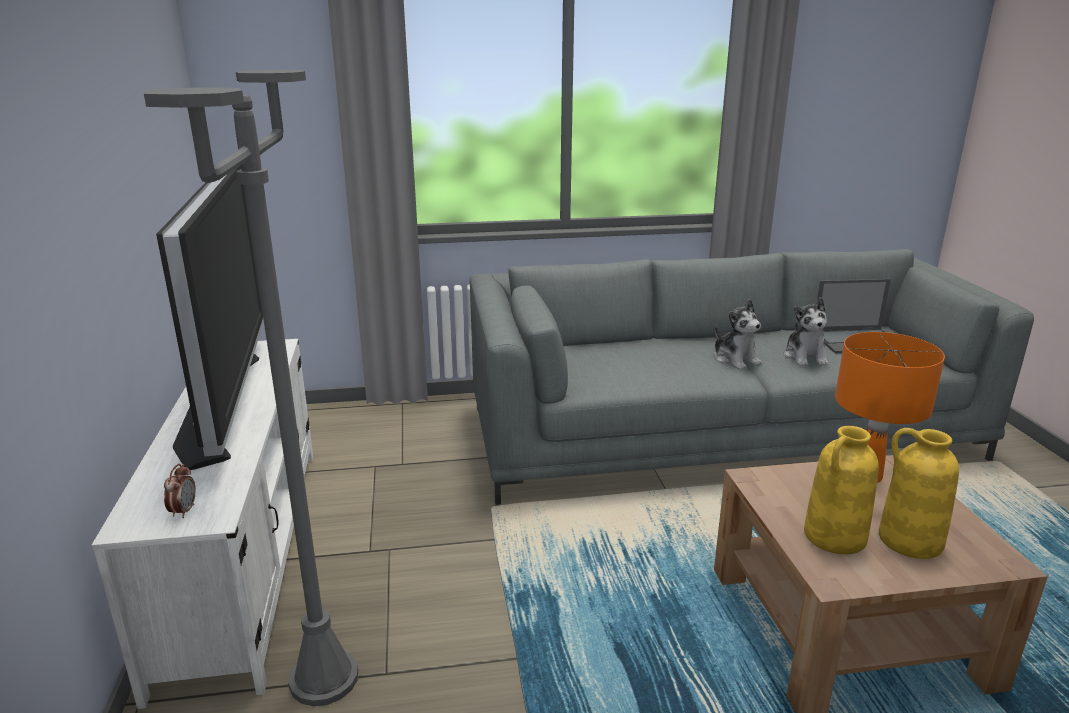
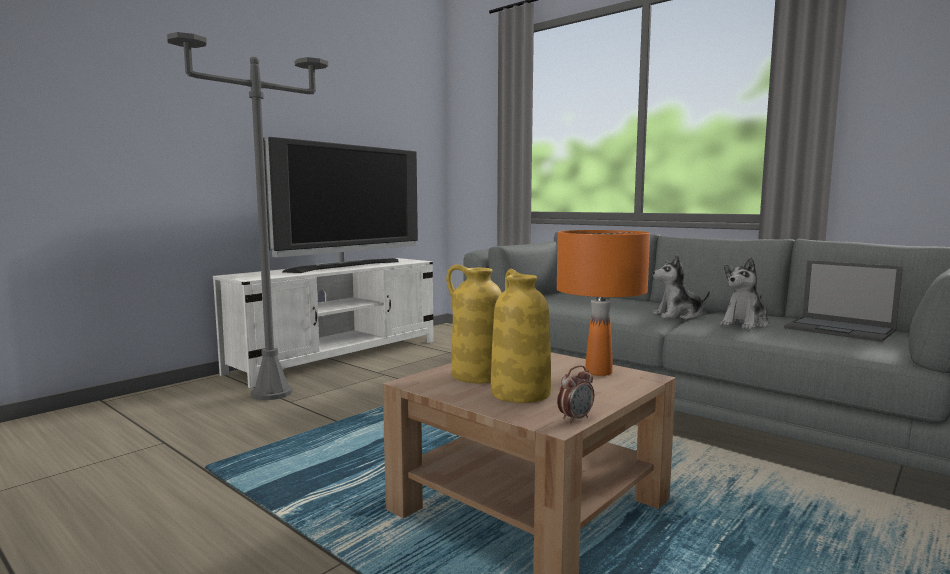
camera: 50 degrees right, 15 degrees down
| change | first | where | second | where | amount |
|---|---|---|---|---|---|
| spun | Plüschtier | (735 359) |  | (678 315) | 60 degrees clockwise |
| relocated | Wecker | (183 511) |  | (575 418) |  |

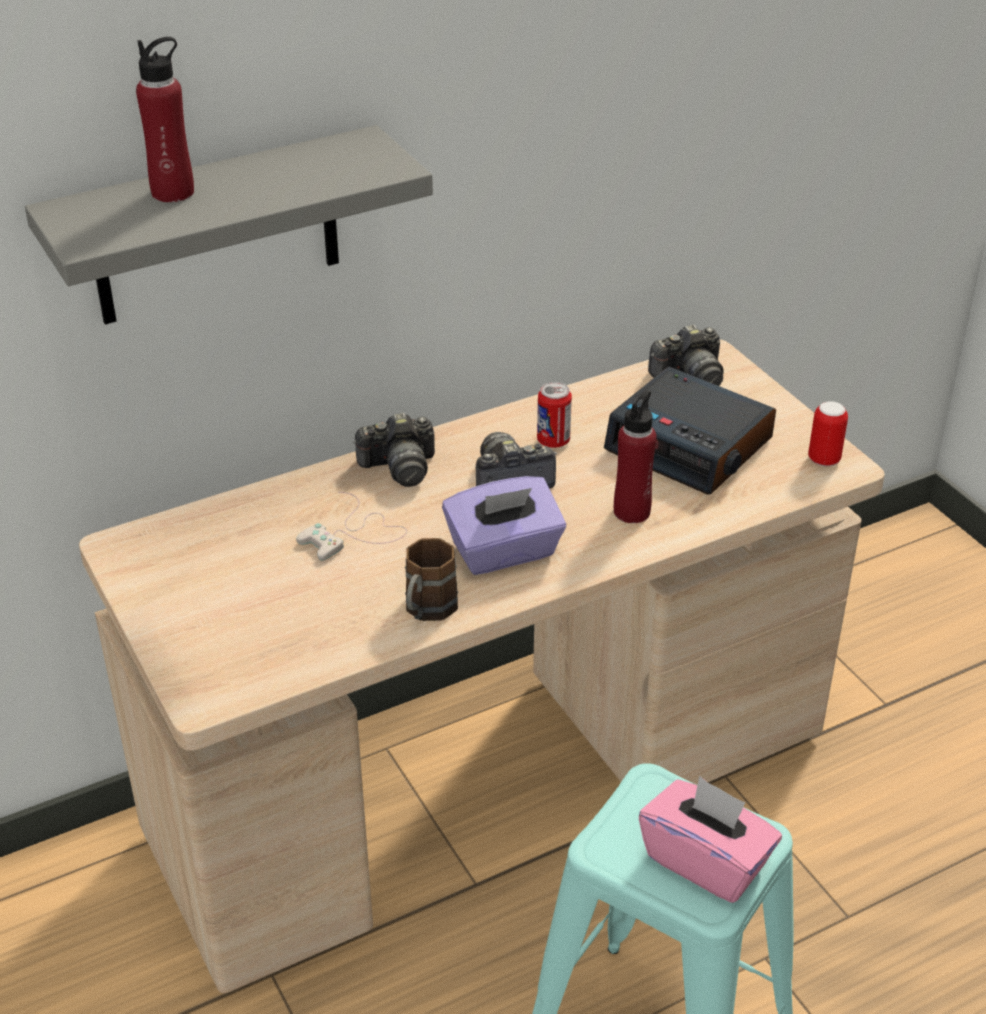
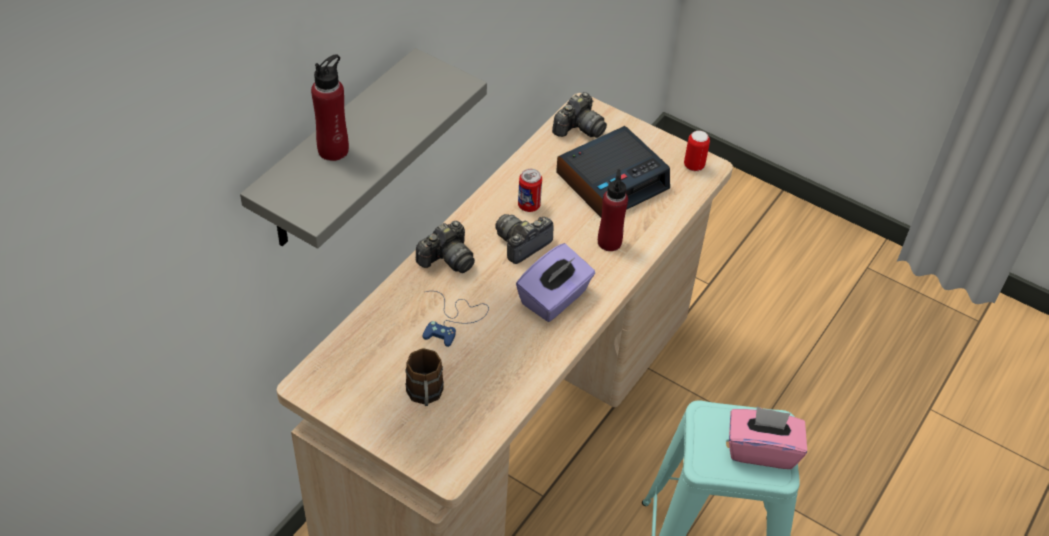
camera: 30 degrees left, 10 degrees up
| change | first | where | second | where | amount |
|---|---|---|---|---|---|
| spun | Wecker | (691 445) |  | (612 180) | 45 degrees counterclockwise |
| colour | Gamepad (weiß) | (354 534) | Gamepad (blau) | (454 319) |  |
| relocated | Henkelbecher (braun) | (426 612) |  | (425 397) |  |

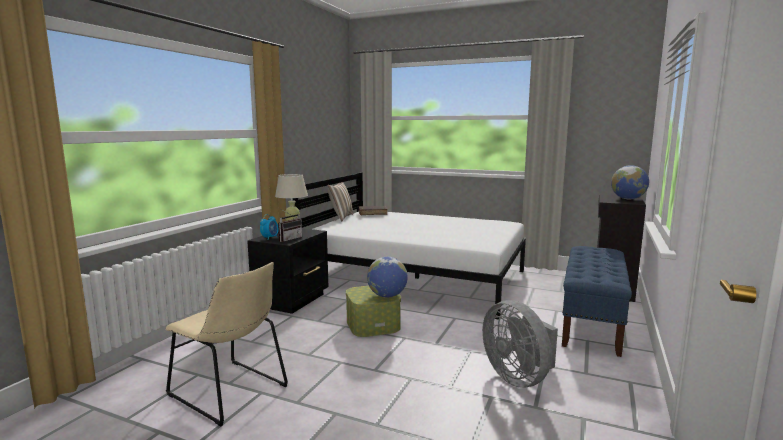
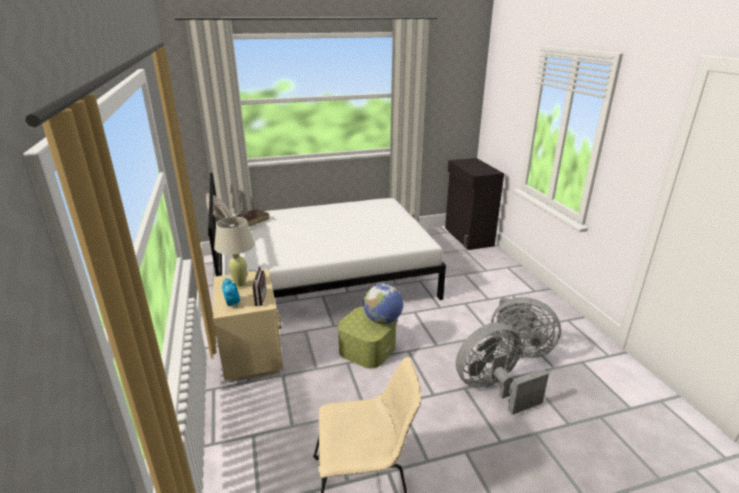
camera: 40 degrees left, 15 degrees up
| change | first | where | second | where | amount |
|---|---|---|---|---|---|
| missing | Globus | (628 199) |  |  |  |
| colour | Nachttisch (schwarz) | (293 300) | Nachttisch (beige) | (253 355) |  |
| missing | Bank (blau) | (591 323) |  |  |  |
| appeared |  |  | Ventilator (grau) | (493 389) |  |

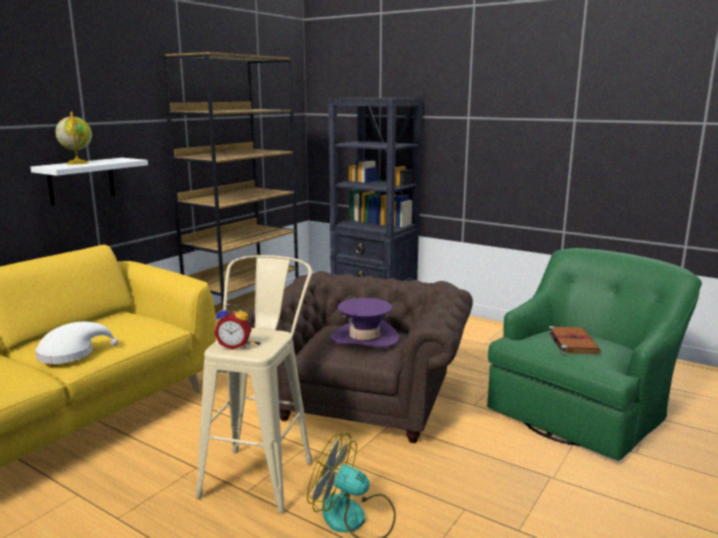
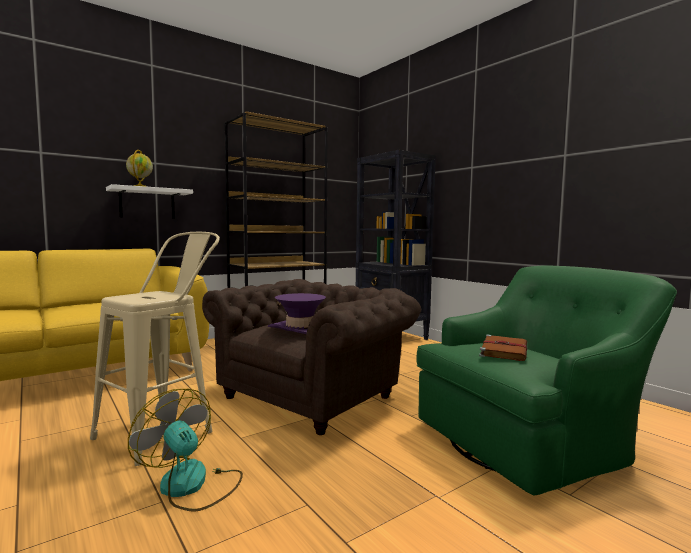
camera: 20 degrees right, 10 degrees down
| change | first | where | second | where | amount |
|---|---|---|---|---|---|
| missing | Wecker | (234 345) |  |  |  |
| missing | Hut (weiß) | (71 353) |  |  |  |

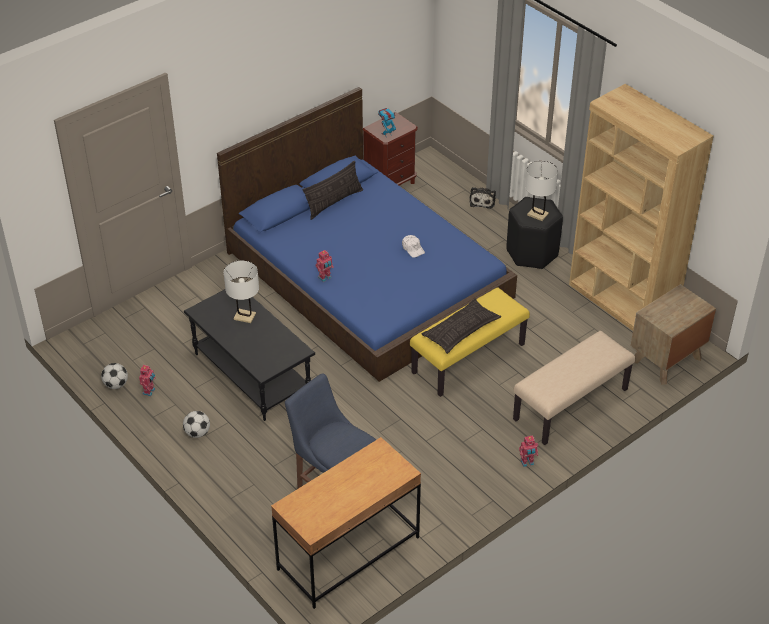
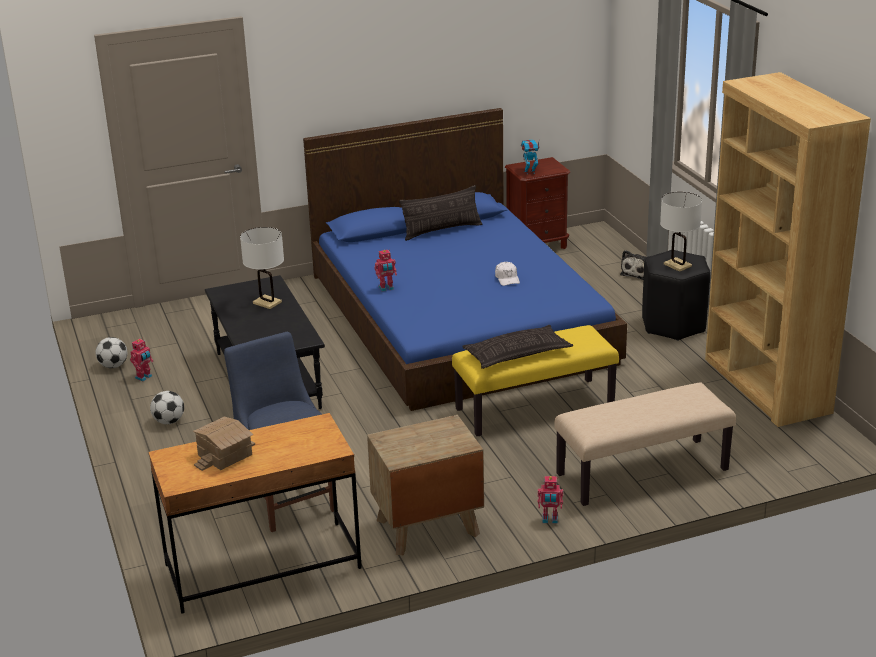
camera: 20 degrees right, 15 degrees down
| change | first | where | second | where | amount |
|---|---|---|---|---|---|
| relocated | Nachttisch (braun) | (666 360) |  | (427 527) |  |
| appeared |  |  | Spielzeughaus | (224 454) |  |

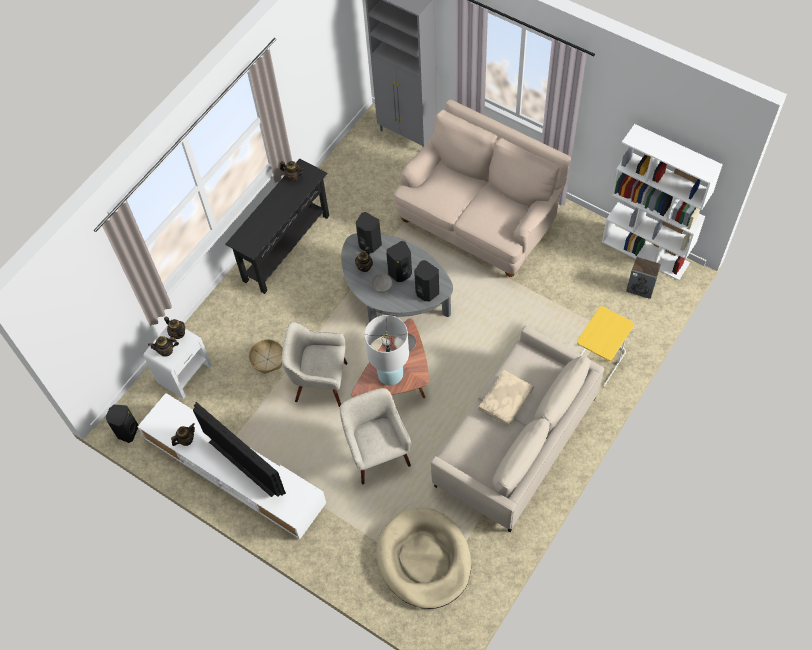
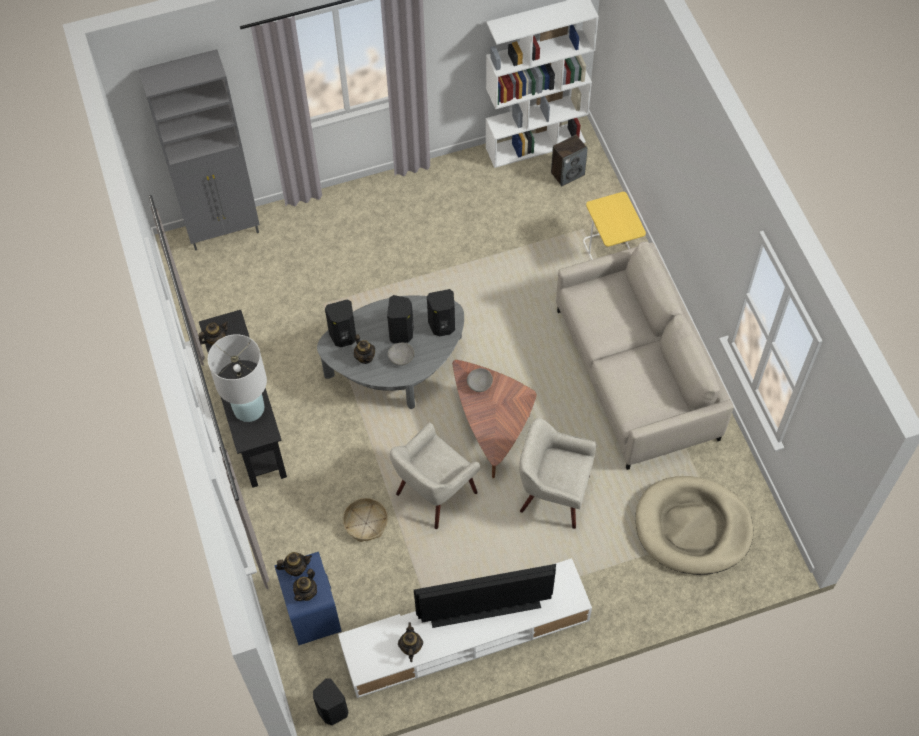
camera: 55 degrees left, 0 degrees up
| change | first | where | second | where | amount |
|---|---|---|---|---|---|
| missing | Sofa (beige) | (479 220) |  |  |  |
| relocated | Tischlampe (weiß) | (390 374) |  | (249 409) |  |
| colour | Nachttisch (weiß) | (184 373) | Nachttisch (blau) | (311 611) |  |
| missing | Kissen (beige) | (506 401) |  |  |  |

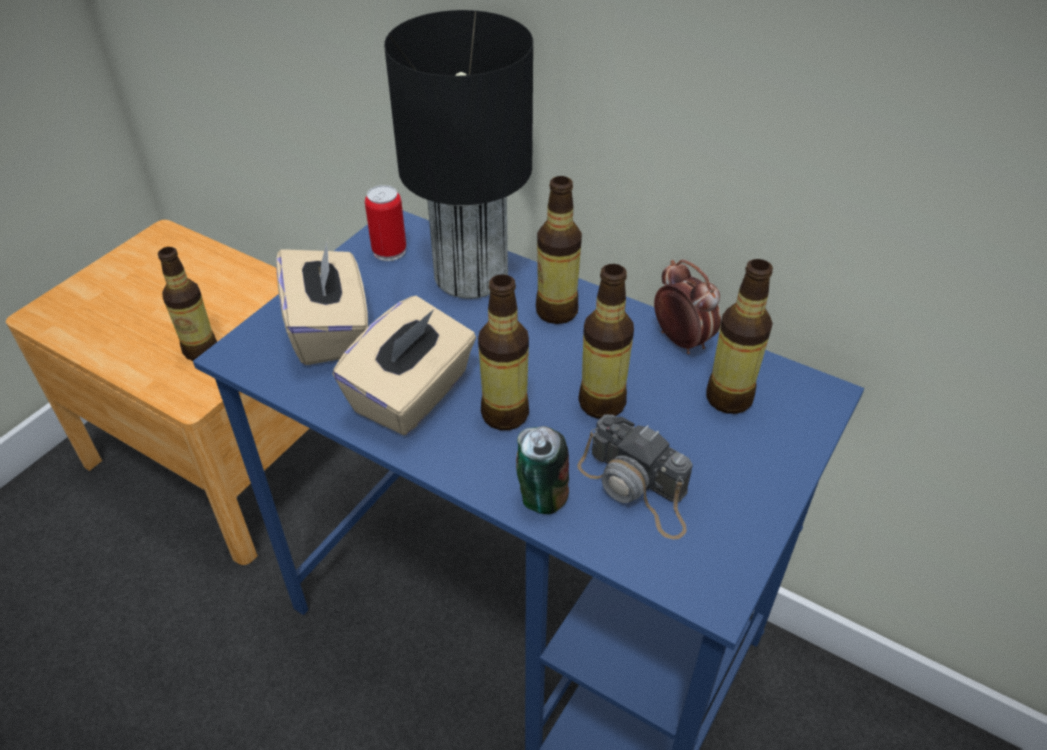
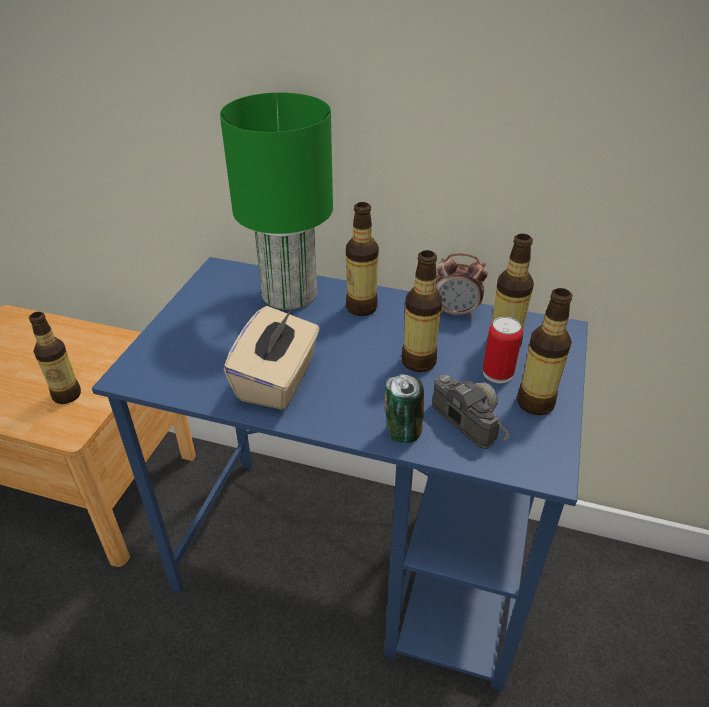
camera: 15 degrees left, 5 degrees down
| change | first | where | second | where | amount |
|---|---|---|---|---|---|
| colour | Tischlampe (schwarz) | (470 275) | Tischlampe (grün) | (288 293) |  |
| relocated | Dose | (389 251) |  | (497 373) |  |
| missing | Taschentuchbox (beige) | (330 330) |  |  |  |
| spun | Wecker | (681 340) |  | (456 312) | 150 degrees clockwise |
| relocated | Flasche | (504 414) |  | (535 403) |  |
| spun | Kamera | (637 488) |  | (467 412) | 150 degrees counterclockwise |

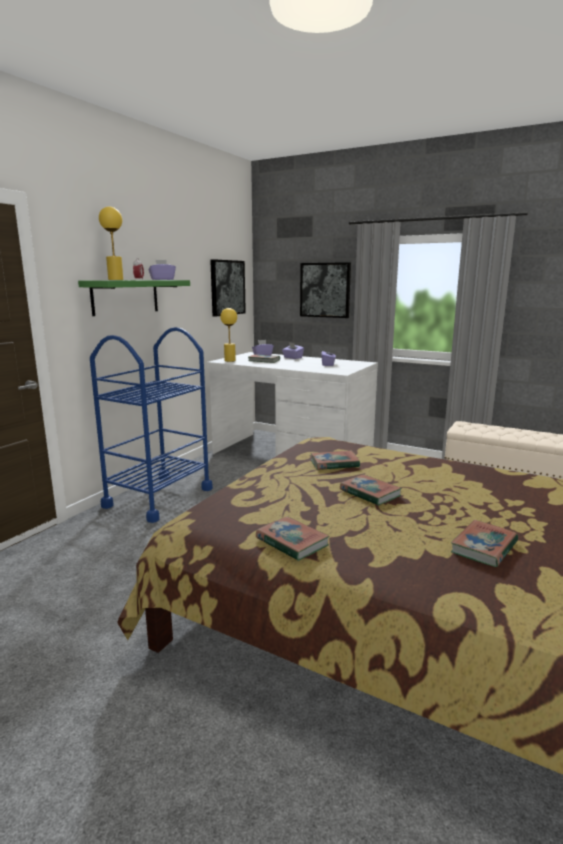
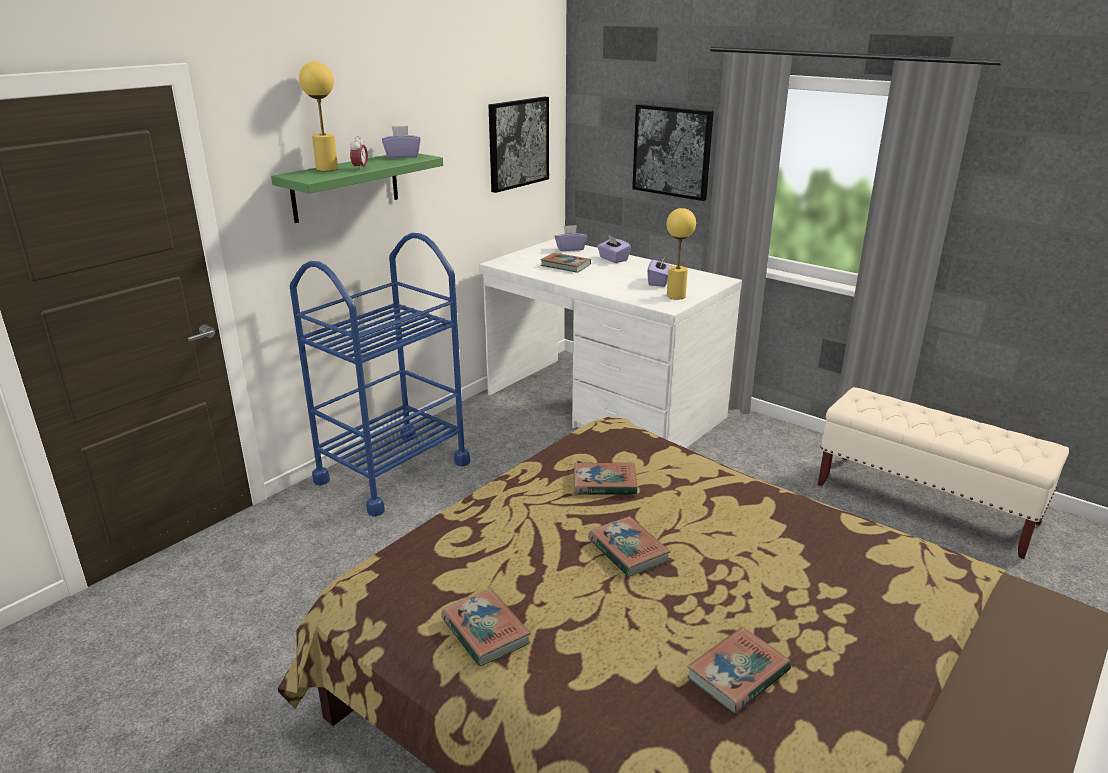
camera: 10 degrees right, 10 degrees up
| change | first | where | second | where | amount |
|---|---|---|---|---|---|
| relocated | Tischlampe (gelb) | (229 360) |  | (675 296) |  |

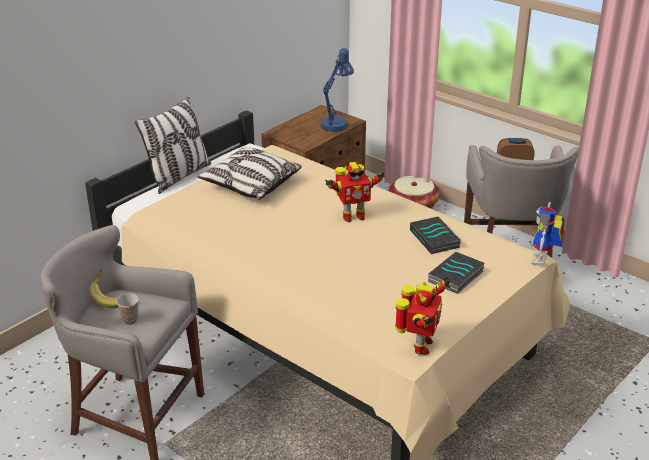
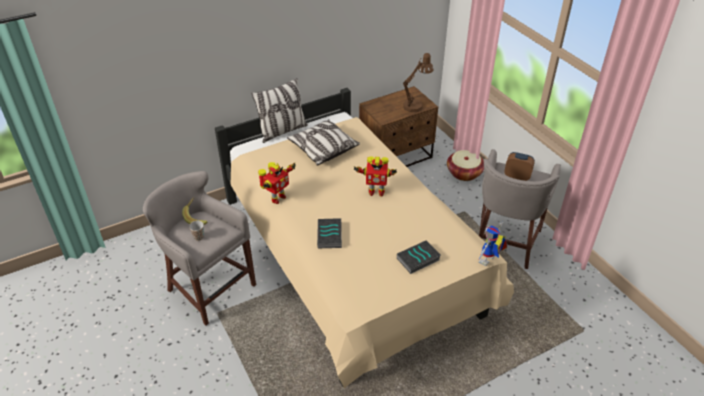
camera: 20 degrees right, 10 degrees up
| change | first | where | second | where | amount |
|---|---|---|---|---|---|
| colour | Tischlampe (blau) | (336 123) | Tischlampe (braun) | (416 105) |  |
| relocated | Buch | (435 239) |  | (330 236) |  |
| relocated | Spielzeugroboter | (420 346) |  | (277 198) |  |

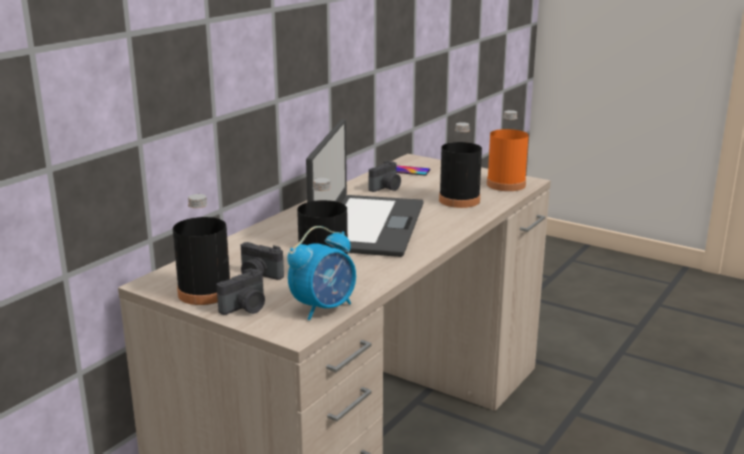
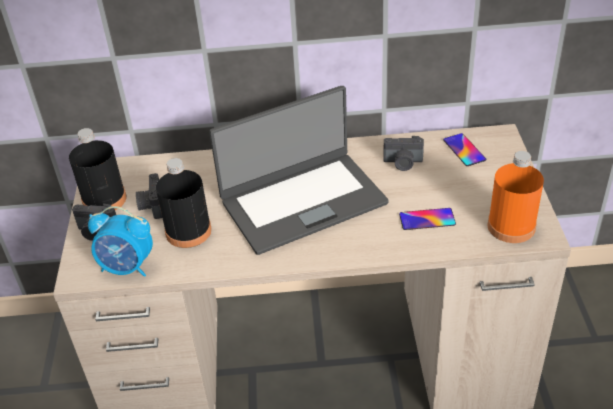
camera: 55 degrees right, 20 degrees up
| change | first | where | second | where | amount |
|---|---|---|---|---|---|
| exchanged | Flasche (schwarz) | (459 200) | Handy | (427 219) |  |

